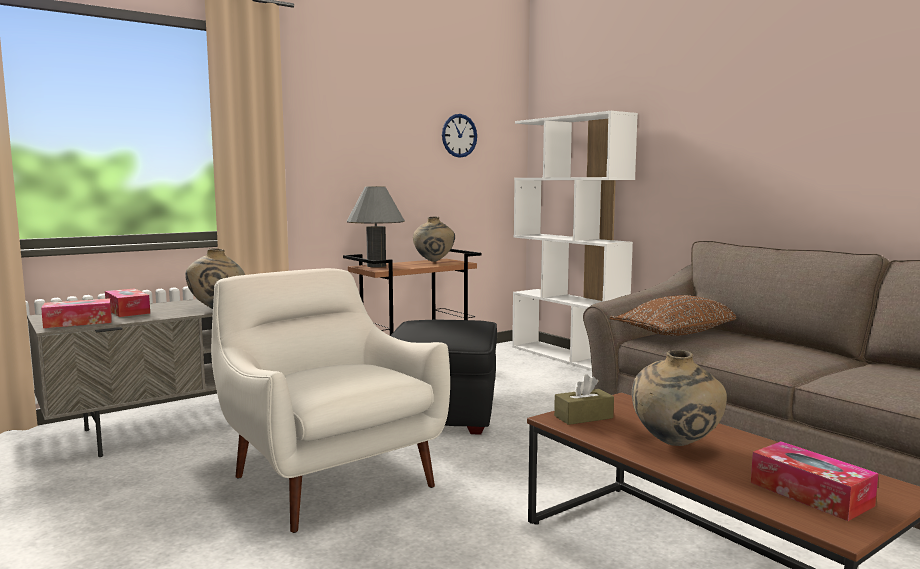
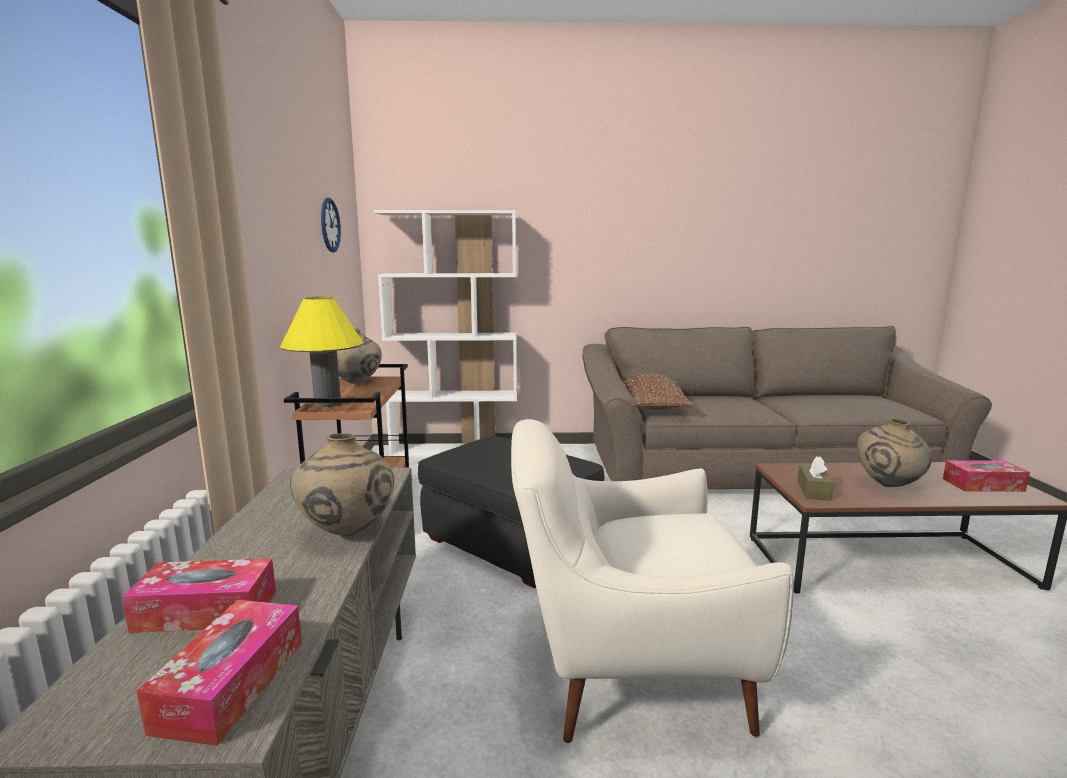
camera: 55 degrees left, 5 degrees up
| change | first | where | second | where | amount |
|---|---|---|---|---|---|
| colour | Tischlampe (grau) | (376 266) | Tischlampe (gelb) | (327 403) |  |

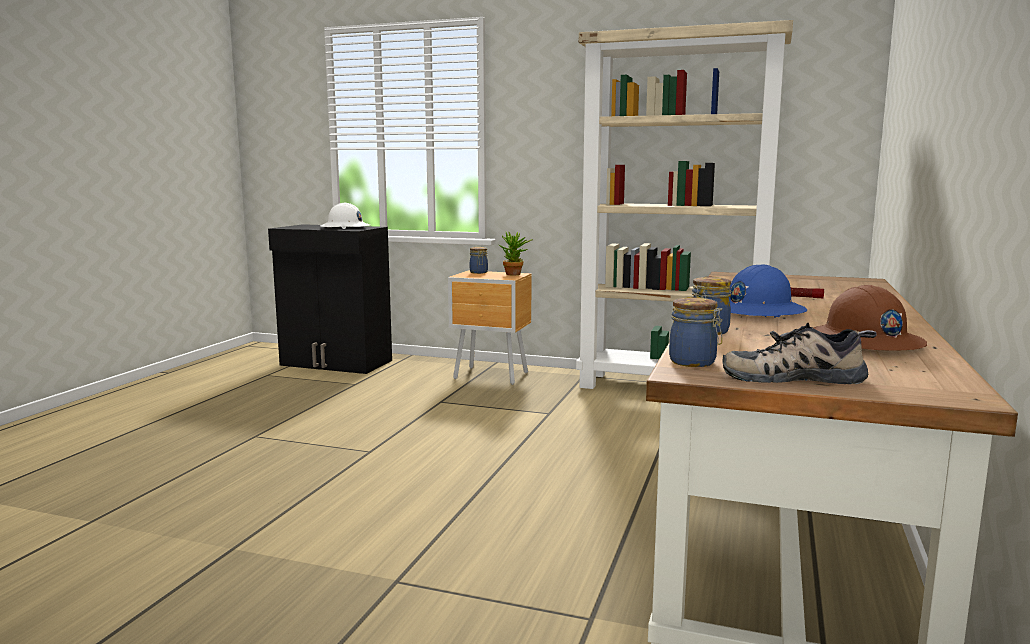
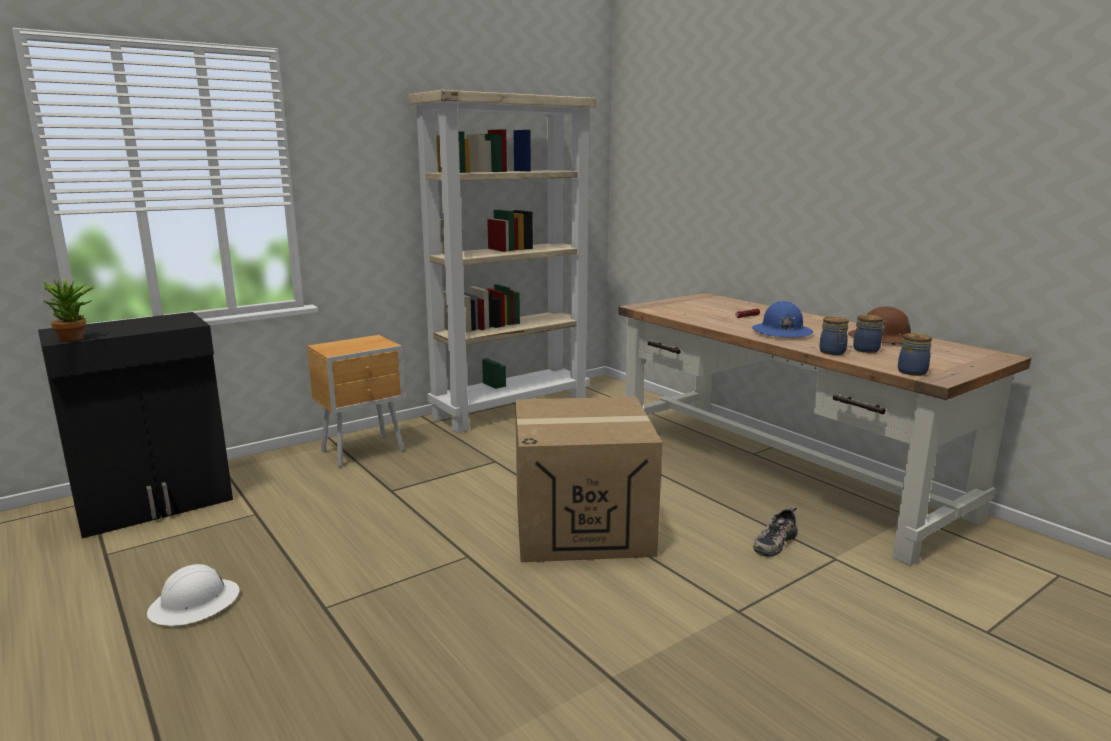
camera: 55 degrees left, 5 degrees up
| change | first | where | second | where | amount |
|---|---|---|---|---|---|
| relocated | Schutzhelm (weiß) | (345 227) |  | (195 604) |  |
| relocated | Topfpflanze | (515 274) |  | (76 339) |  |
| relocated | Vorratsglas | (479 272) |  | (867 350) |  |
| relocated | Schuh | (794 376) |  | (774 541) |  |
| appeared |  |  | Karton | (582 525) |  |

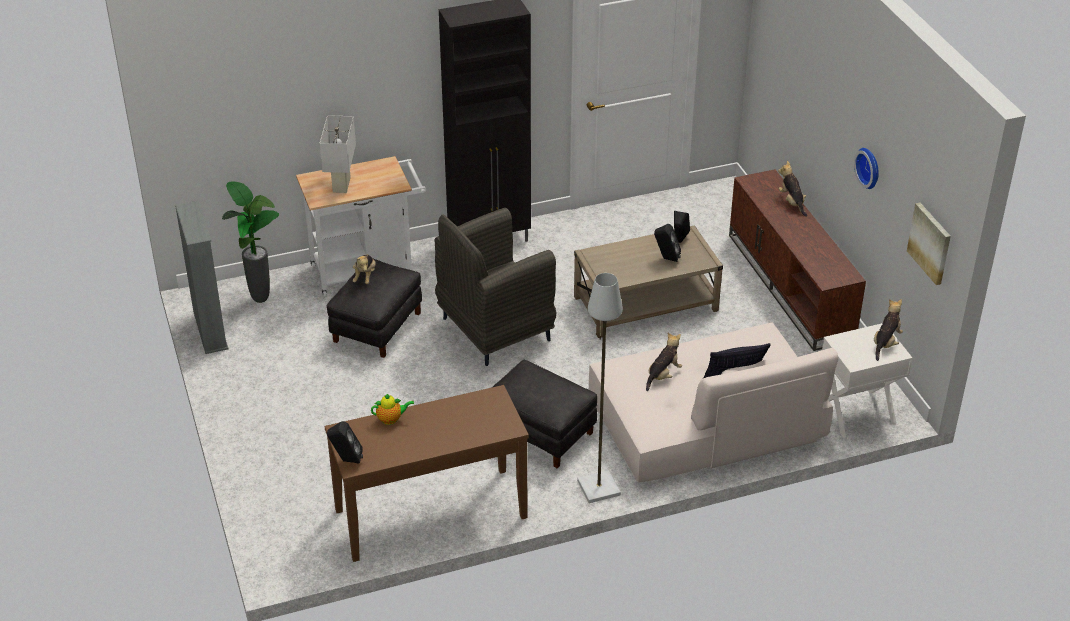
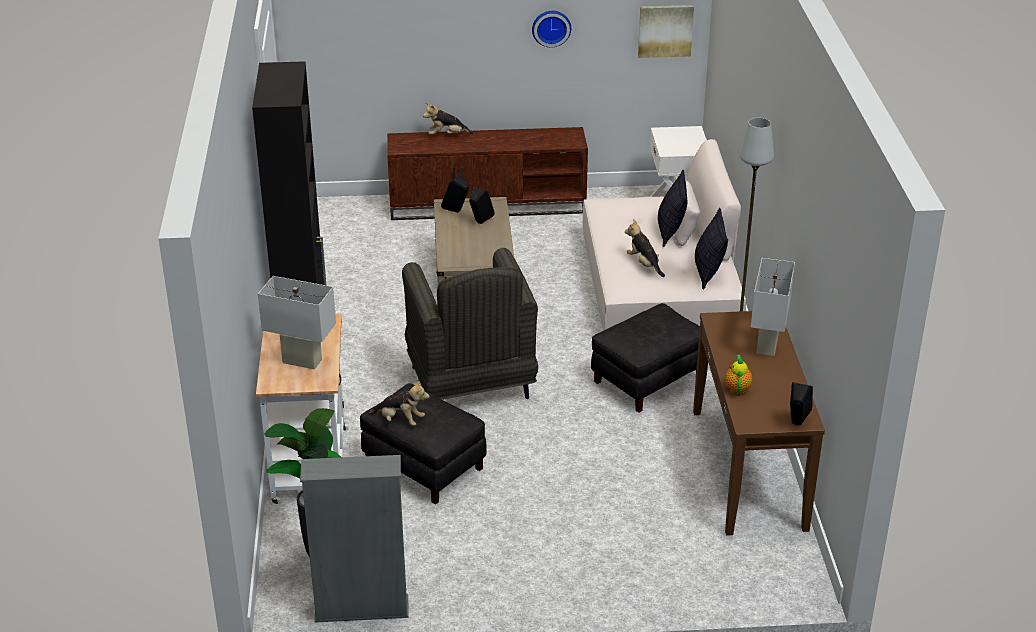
camera: 75 degrees left, 5 degrees down
| change | first | where | second | where | amount |
|---|---|---|---|---|---|
| missing | Plüschtier | (886 343) |  |  |  |
| appeared |  |  | Kissen | (708 273) |  |
| appeared |  |  | Tischlampe (weiß) | (767 345) |  |

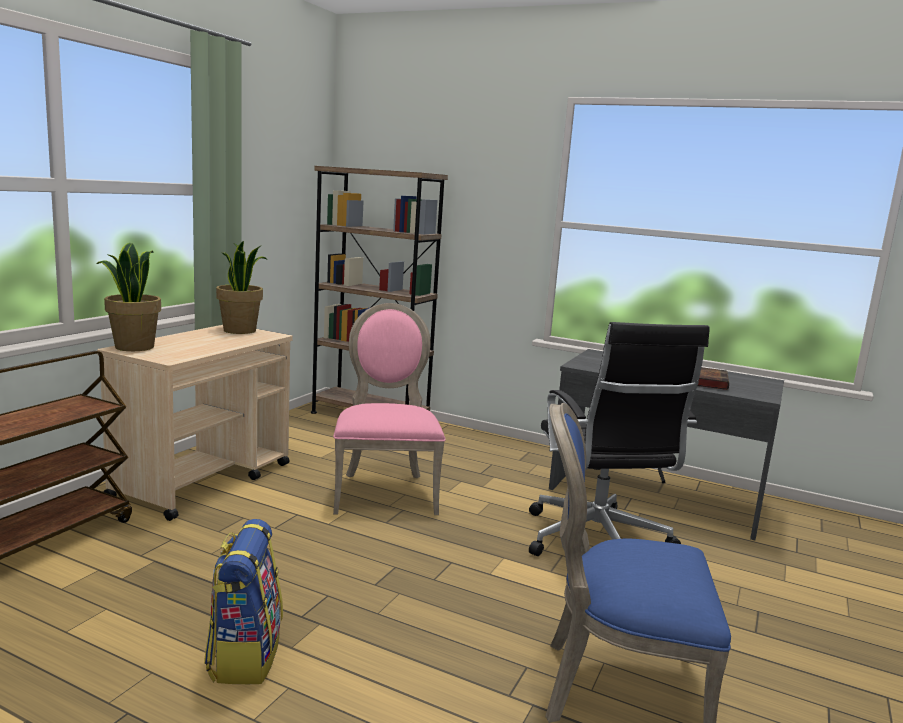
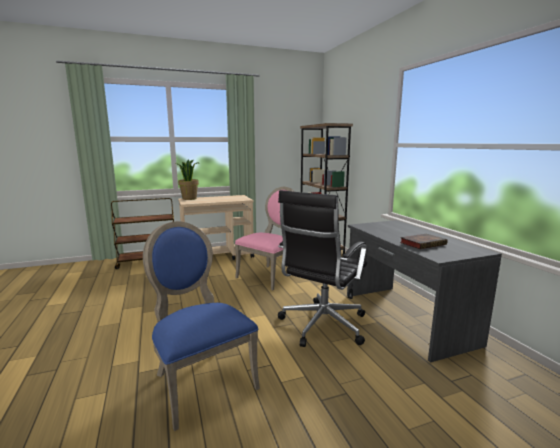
camera: 45 degrees right, 0 degrees up
| change | first | where | second | where | amount |
|---|---|---|---|---|---|
| missing | Topfpflanze | (240 330) |  |  |  |
| missing | Rucksack | (244 655) |  |  |  |

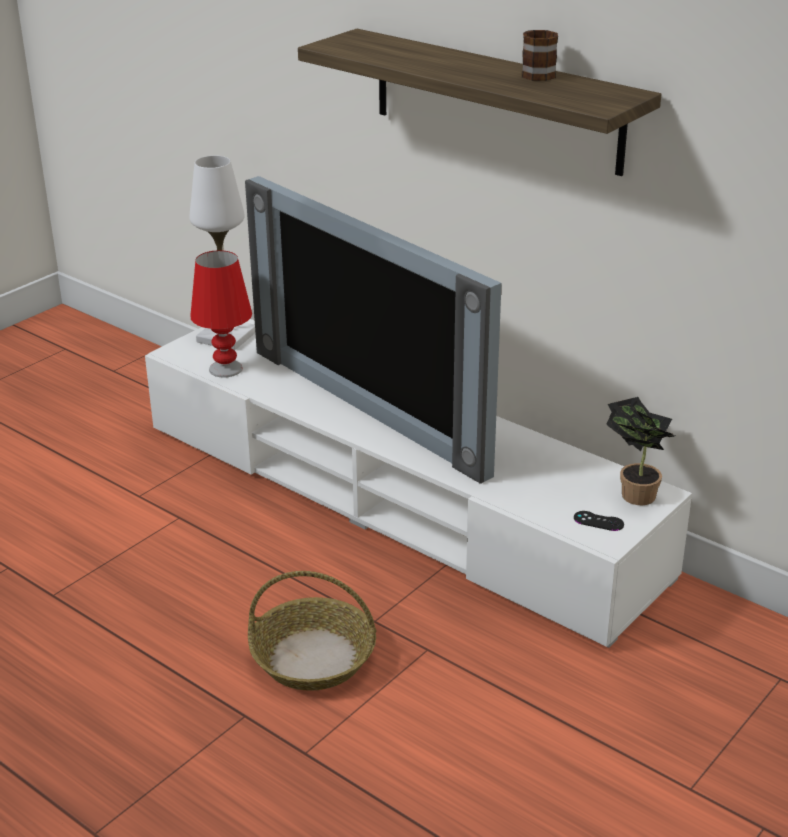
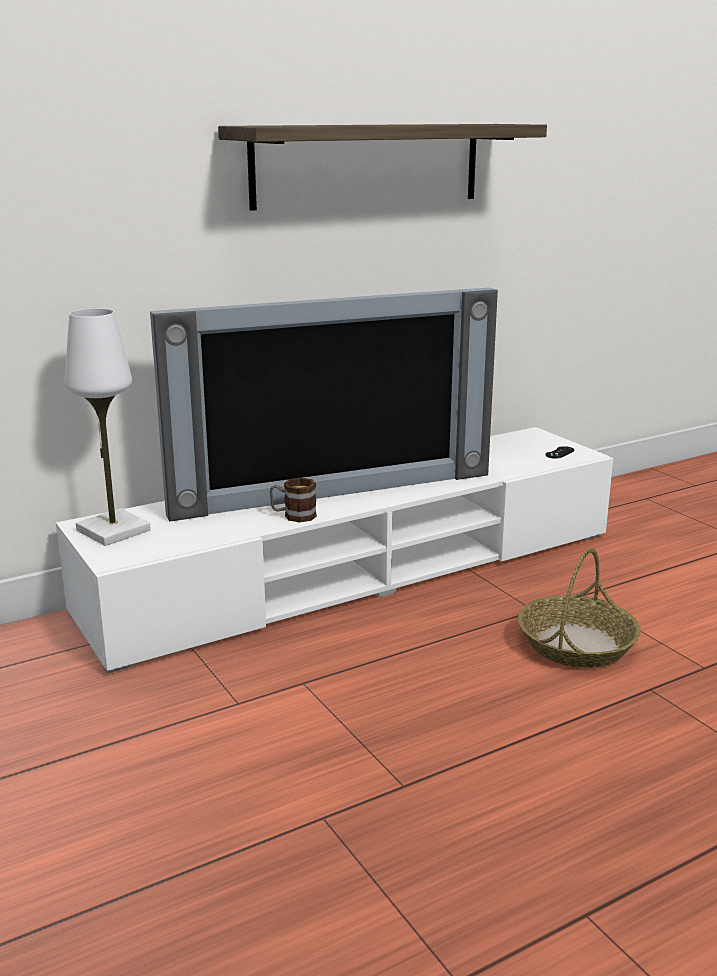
camera: 70 degrees left, 10 degrees down
| change | first | where | second | where | amount |
|---|---|---|---|---|---|
| relocated | Henkelbecher | (535 73) |  | (293 516) |  |
| missing | Tischlampe (rot) | (226 369) |  |  |  |
| missing | Topfpflanze | (634 493) |  |  |  |

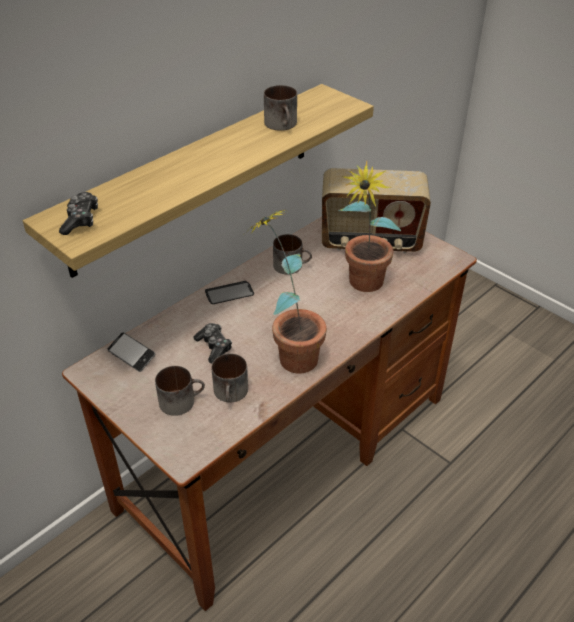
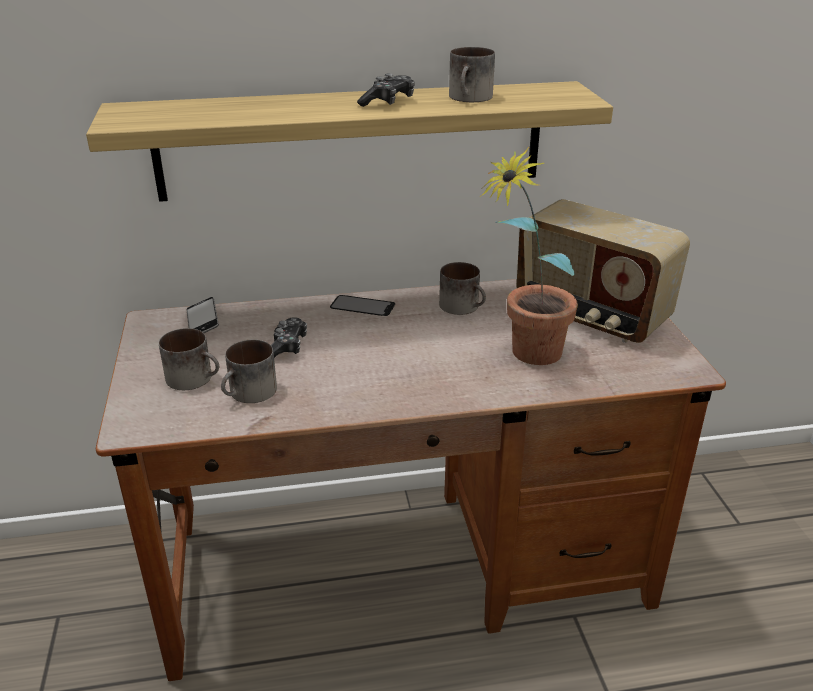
camera: 35 degrees right, 10 degrees down
| change | first | where | second | where | amount |
|---|---|---|---|---|---|
| relocated | Gamepad | (81 220) |  | (388 102) |  |
| missing | Topfpflanze | (289 353) |  |  |  |

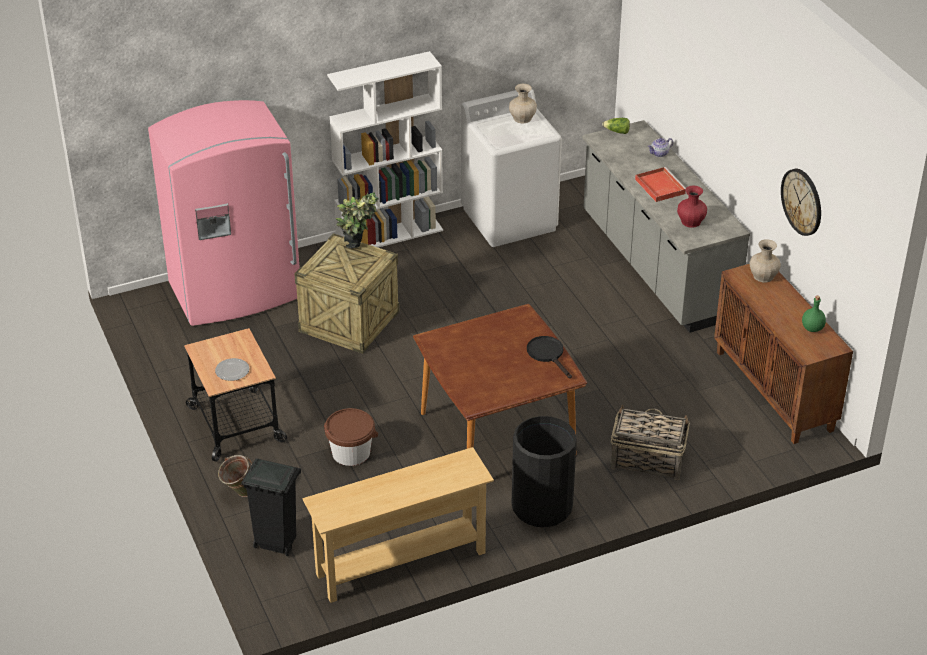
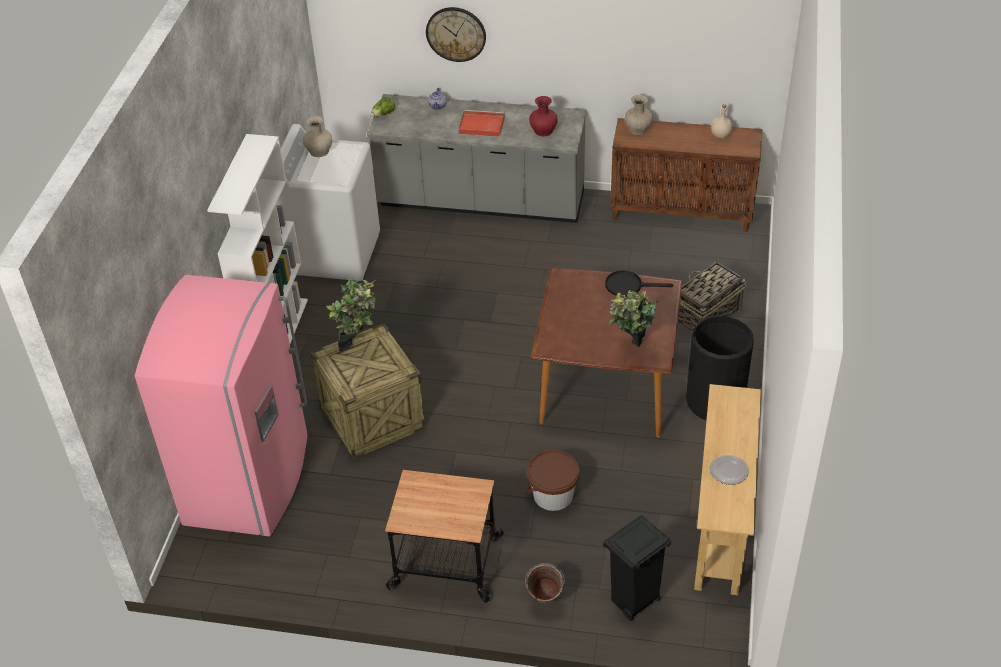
camera: 55 degrees left, 5 degrees up
| change | first | where | second | where | amount |
|---|---|---|---|---|---|
| relocated | Wanduhr | (802 201) |  | (456 34) |  |
| colour | Flasche (grün) | (812 328) | Flasche (beige) | (721 135) |  |
| relocated | Teller | (232 370) |  | (728 470) |  |
| appeared |  |  | Topfpflanze | (630 351) |  |

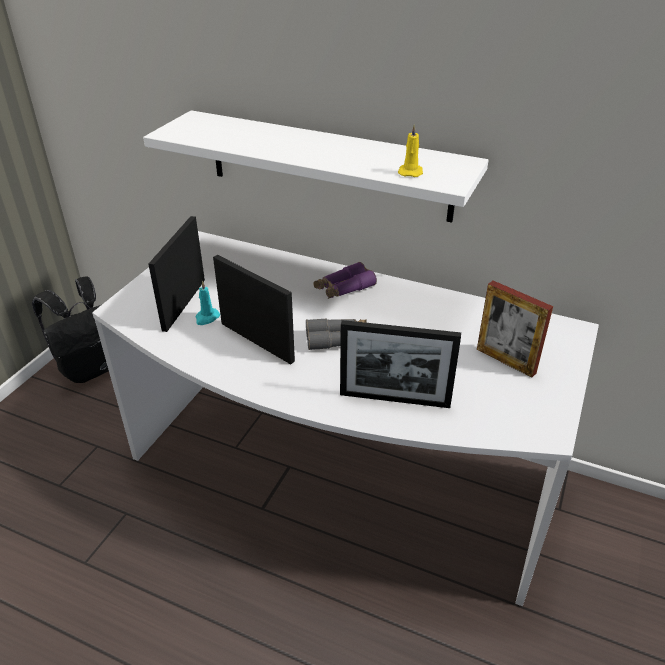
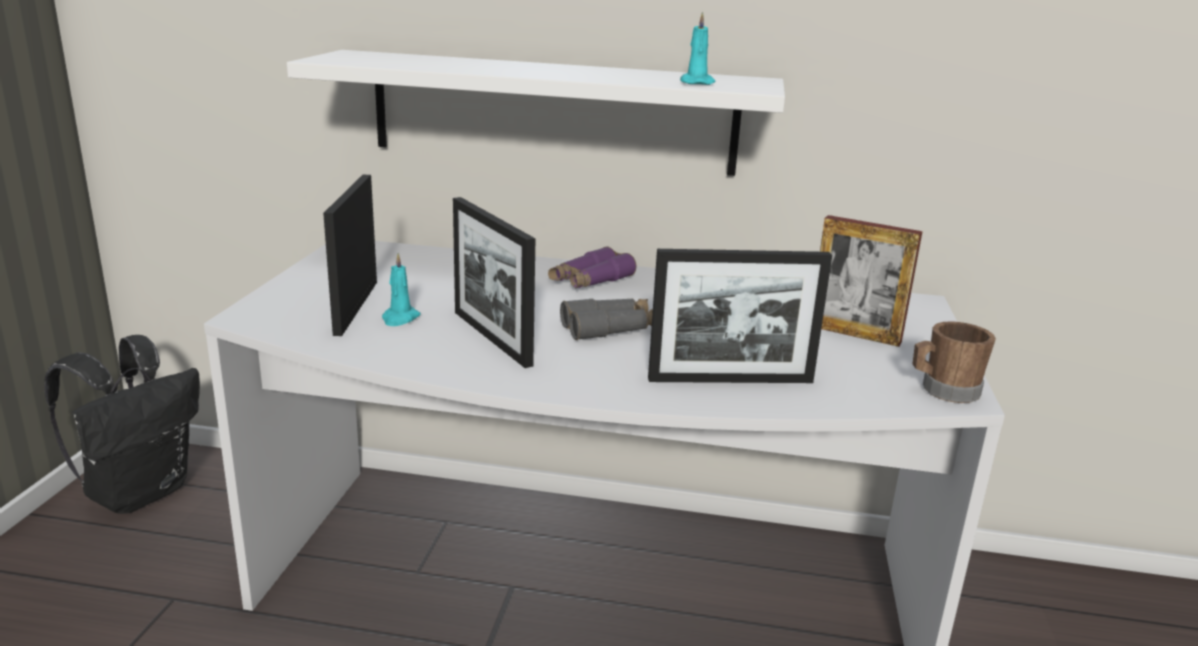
camera: 15 degrees left, 15 degrees down
| change | first | where | second | where | amount |
|---|---|---|---|---|---|
| colour | Kerze (gelb) | (410 172) | Kerze (türkis) | (696 83) |  |
| spun | Bilderrahmen | (256 342) |  | (491 338) | 150 degrees counterclockwise |
| appeared |  |  | Henkelbecher (braun) | (944 390) |  |

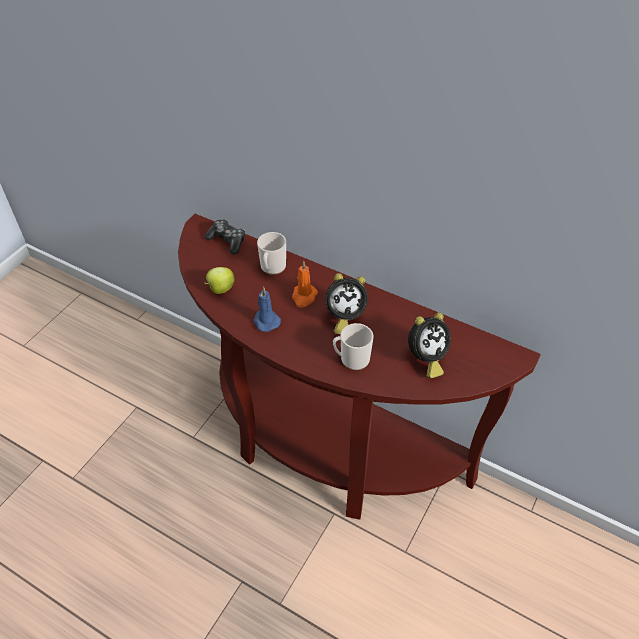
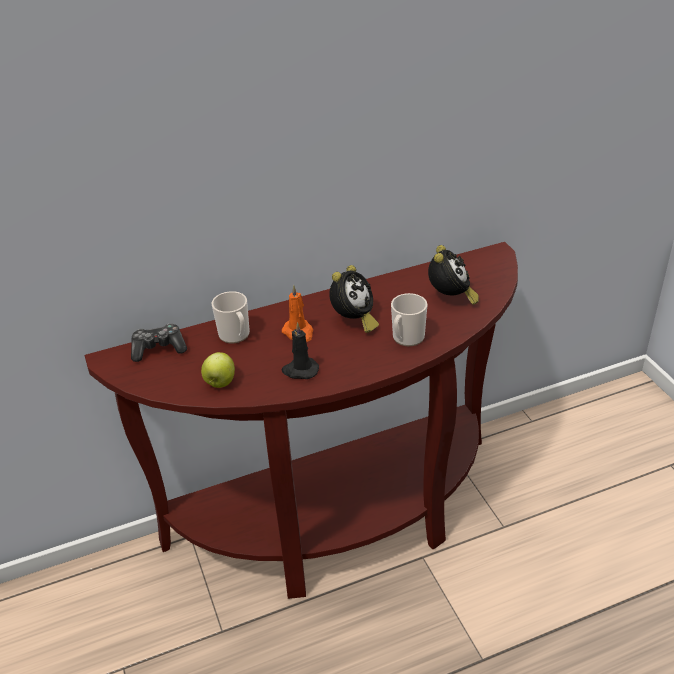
camera: 50 degrees left, 10 degrees down
| change | first | where | second | where | amount |
|---|---|---|---|---|---|
| colour | Kerze (blau) | (265 321) | Kerze (schwarz) | (300 370) |  |

